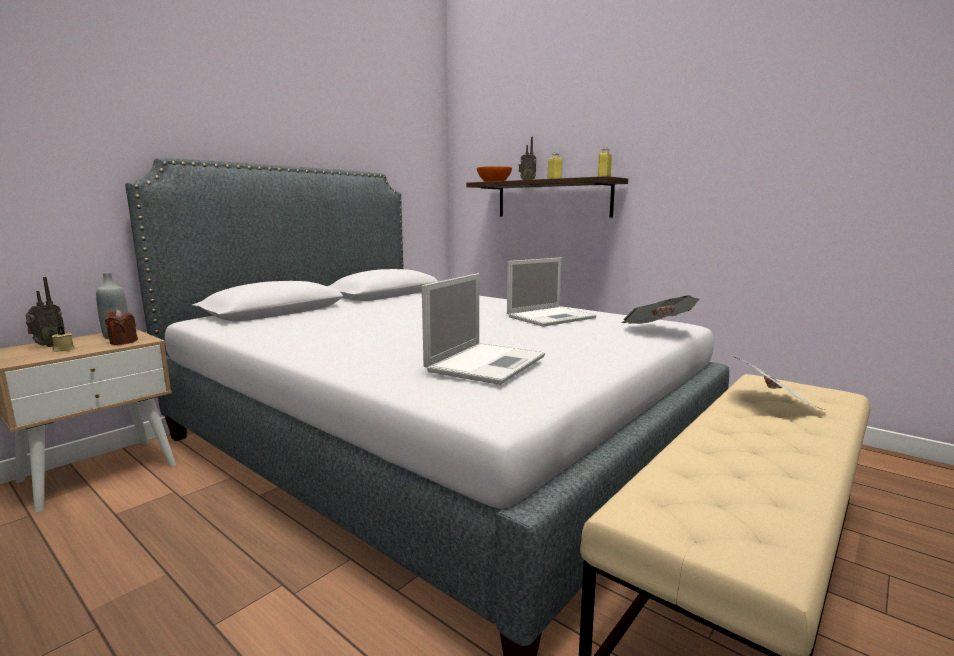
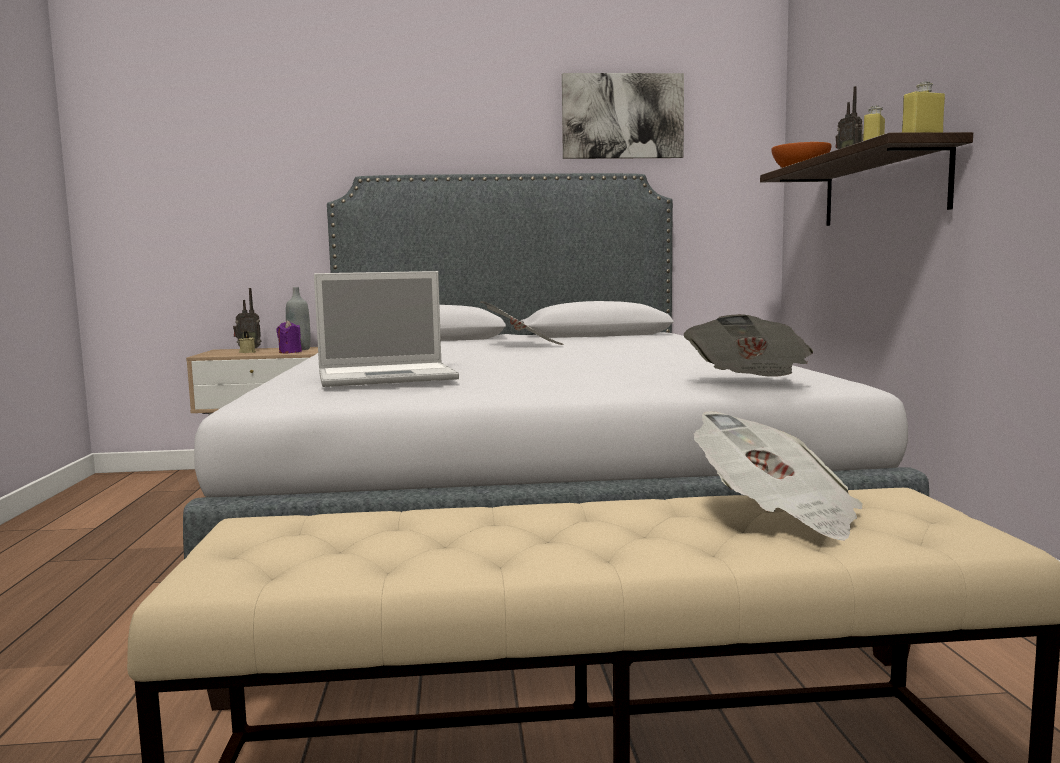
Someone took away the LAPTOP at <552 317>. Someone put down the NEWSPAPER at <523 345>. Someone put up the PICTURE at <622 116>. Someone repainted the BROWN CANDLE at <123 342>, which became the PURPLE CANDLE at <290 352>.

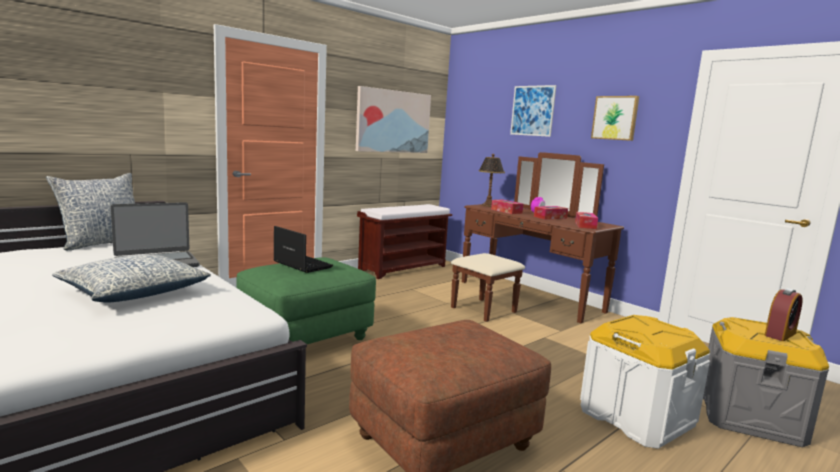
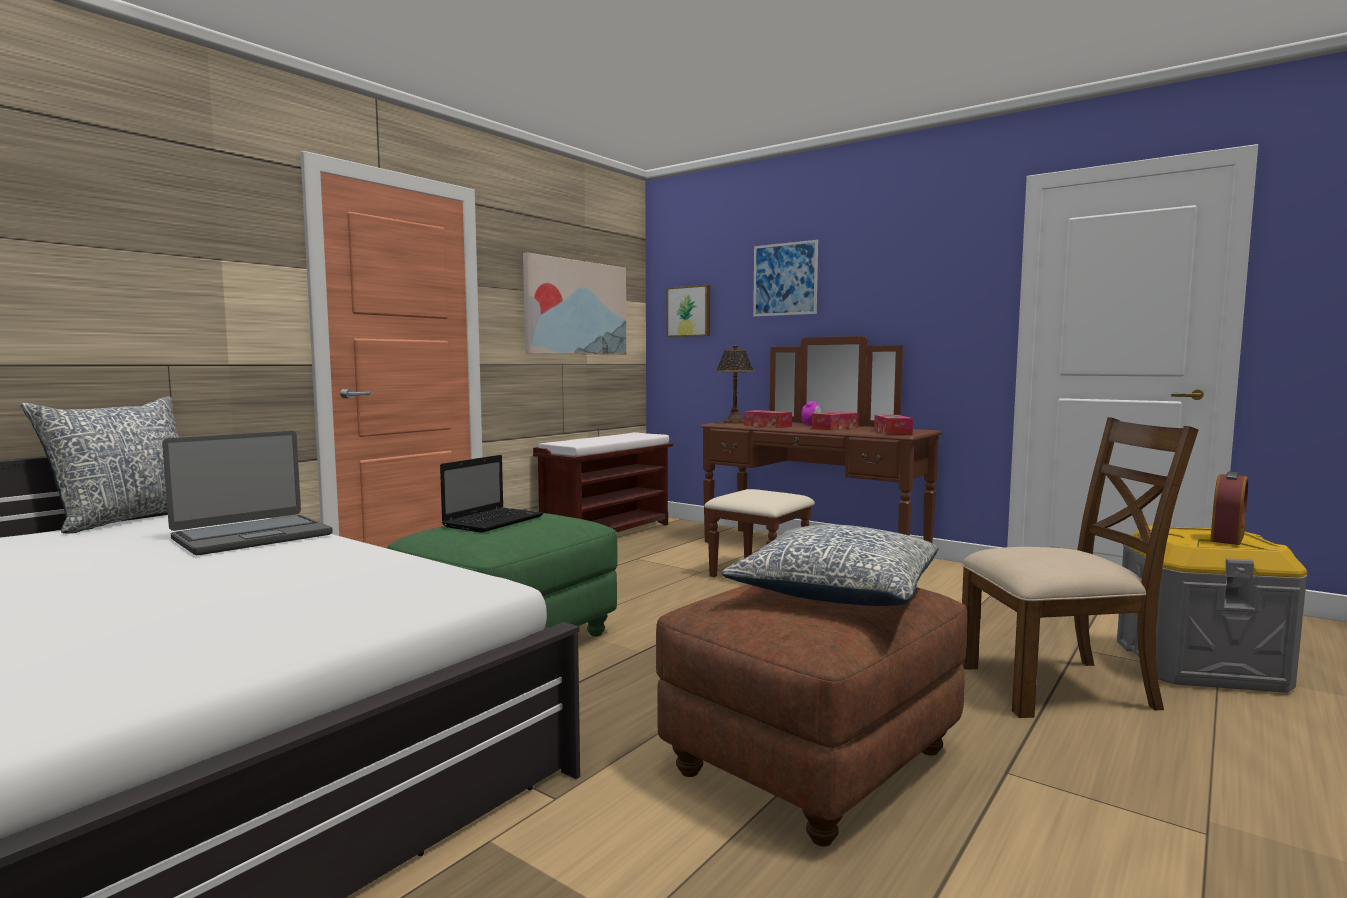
Someone carried the PILLOW from <135 292> to <837 591>. Someone carried the PICTURE from <615 118> to <689 311>. Someone swapped the WHITE STORAGE BOX at <636 417> for the BROWN CHAIR at <1058 686>. Someone rotated the LAPTOP at <301 264> by 90 degrees clockwise.

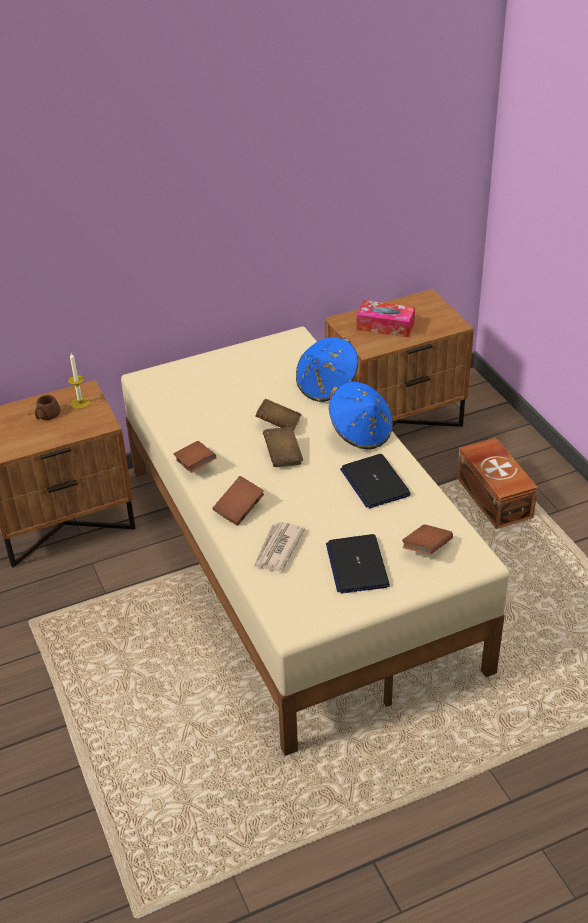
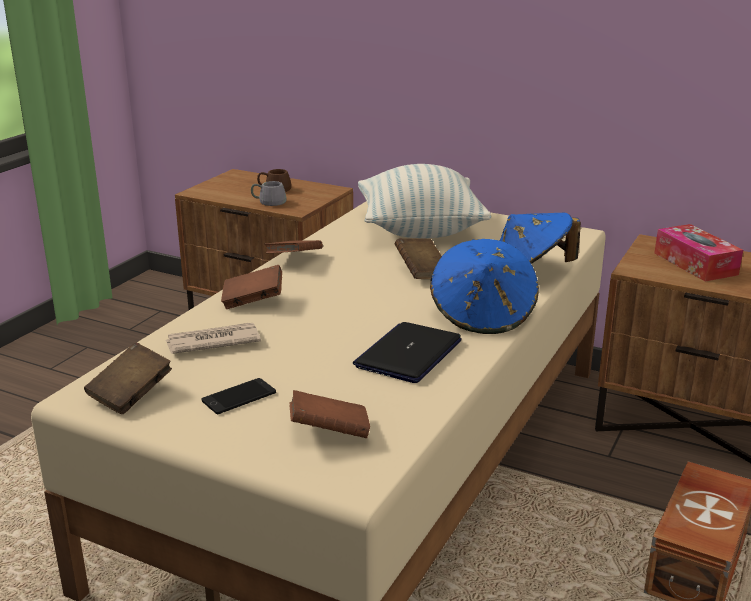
Someone took away the CANDLE at <80 403>. Someone put down the GREY MUG at <269 201>. Someone put down the PILLOW at <420 230>. Someone carried the BROWN BOOK from <283 456> to <131 395>. Someone swapped the LAPTOP at <357 565> for the PHONE at <239 397>.

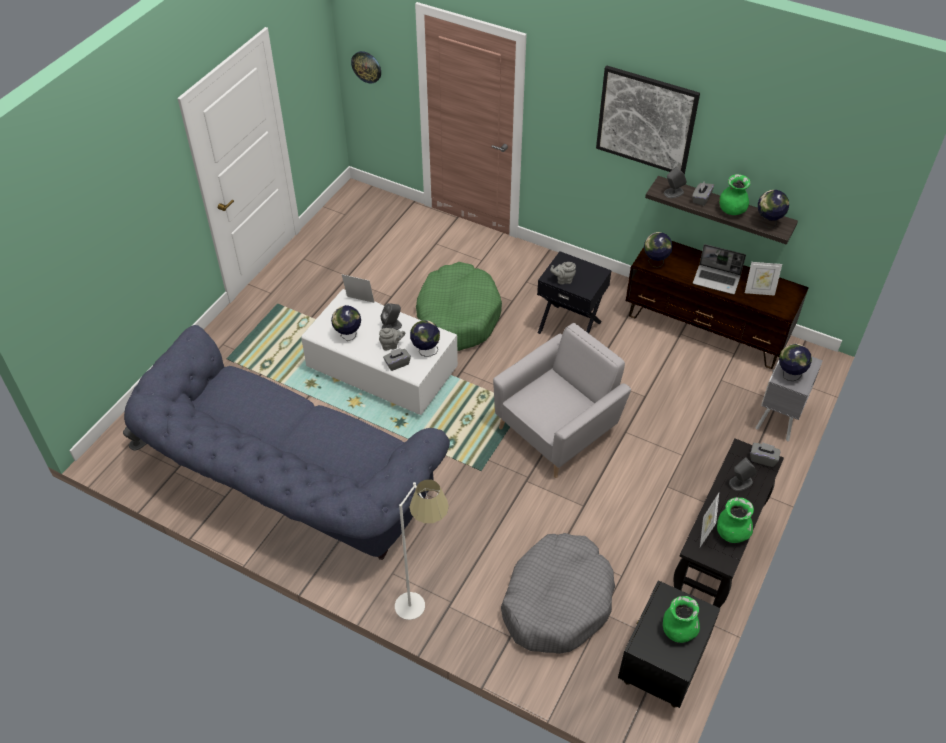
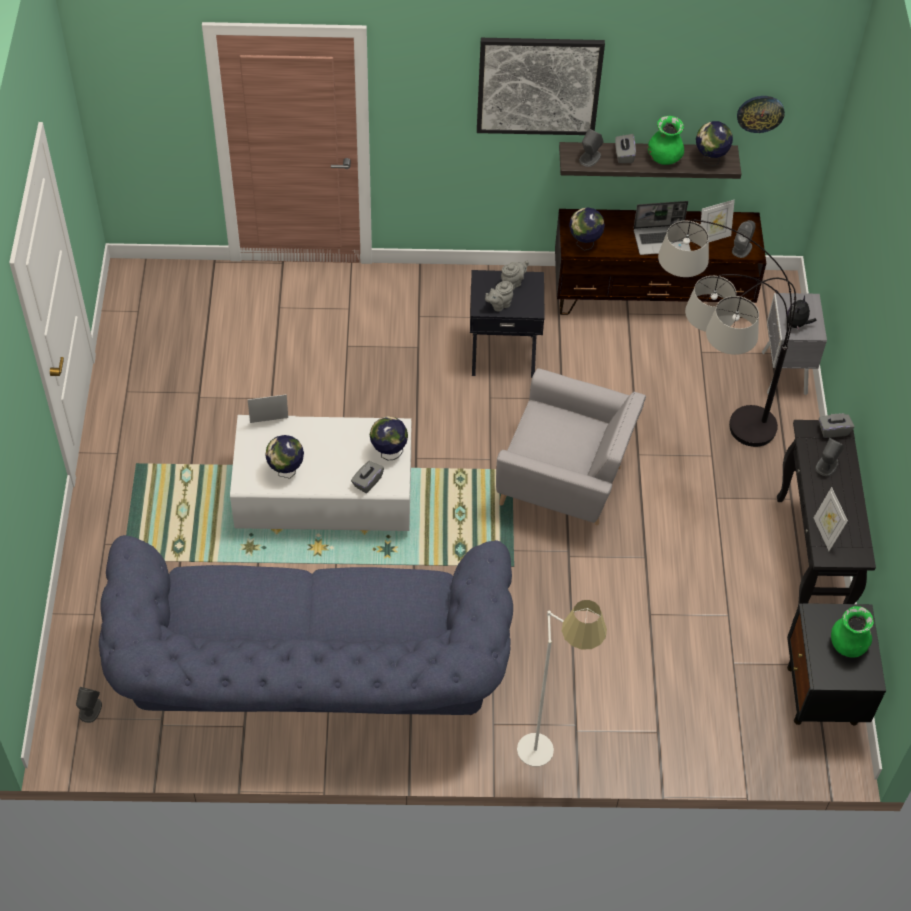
Someone took away the GREEN DOG BED at <457 316>. Someone took away the GREY DOG BED at <557 601>. Someone took away the GREEN VASE at <731 533>. Someone put down the FLOOR LAMP at <700 445>. Someone carried the WALL CLOCK from <366 66> to <760 113>. Someone carried the GREY TEAPOT from <391 345> to <513 283>. Someone carried the GREY SPEAKER from <392 326> to <742 248>. Someone swapped the GLOBE at <789 375> for the PLUSH TOY at <797 324>. Someone rotated the GREY ARMCHAIR at <558 429> by 90 degrees clockwise.

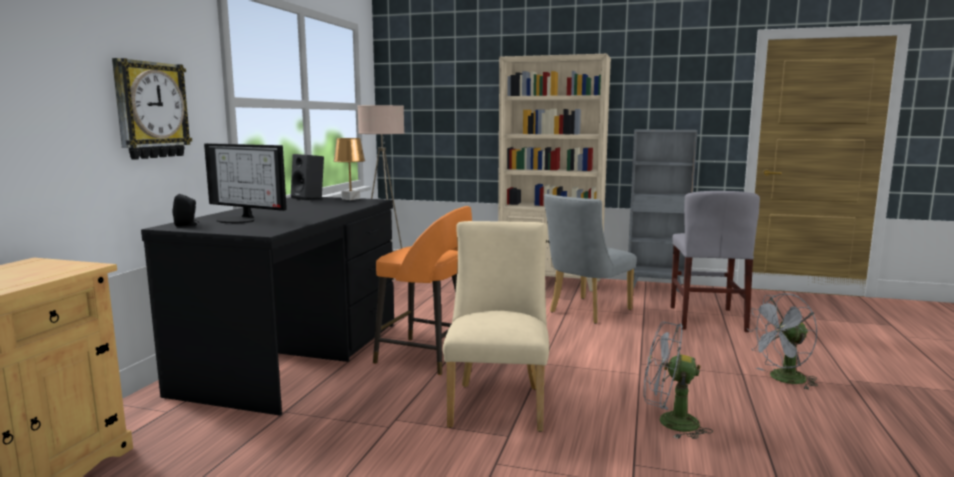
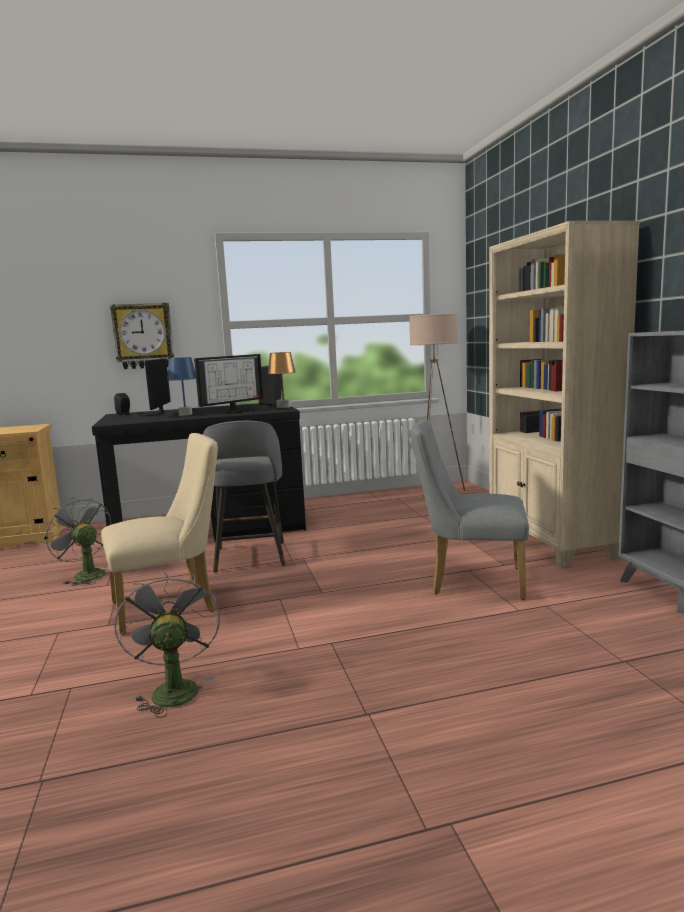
Someone took away the GREY CHAIR at <706 319>. Someone put down the BLUE TABLE LAMP at <185 414>. Someone put down the MONITOR at <238 411>. Someone carried the GREY FAN from <782 379> to <85 575>. Someone repainted the ORANGE STOOL at <427 356>, which became the GREY STOOL at <250 558>.

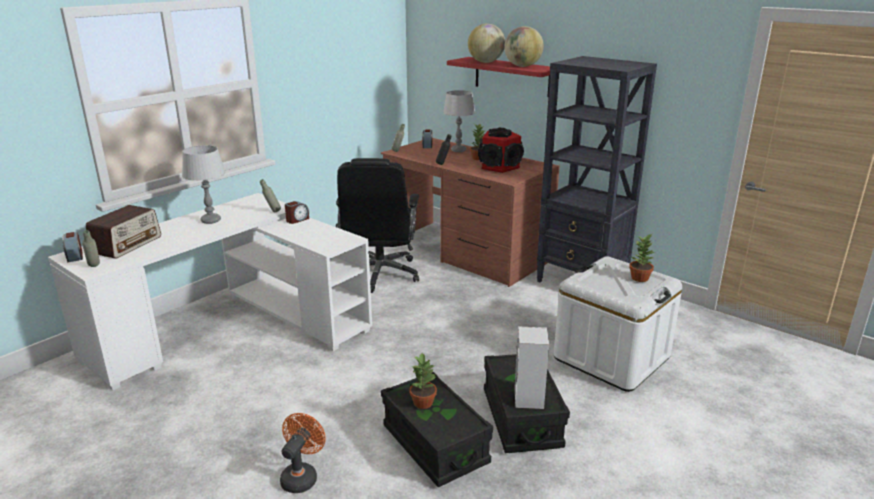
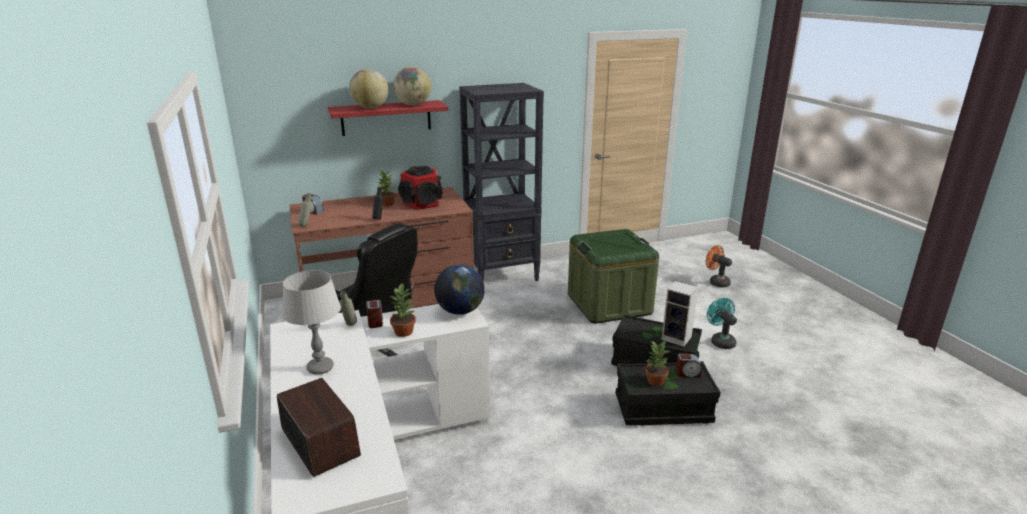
Someone took away the GREY BOTTLE at <94 267>. Someone took away the GREY TABLE LAMP at <458 150>. Someone put down the GLOBE at <460 311>. Someone put down the TURQUOISE FAN at <720 341>. Someone carried the ALARM CLOCK from <74 256> to <687 373>. Someone carried the ORANGE FAN from <301 476> to <716 282>. Someone carried the POTTED PLANT from <640 278> to <404 332>. Someone repainted the WHITE STORAGE BOX at <611 357>, which became the GREEN STORAGE BOX at <609 304>.

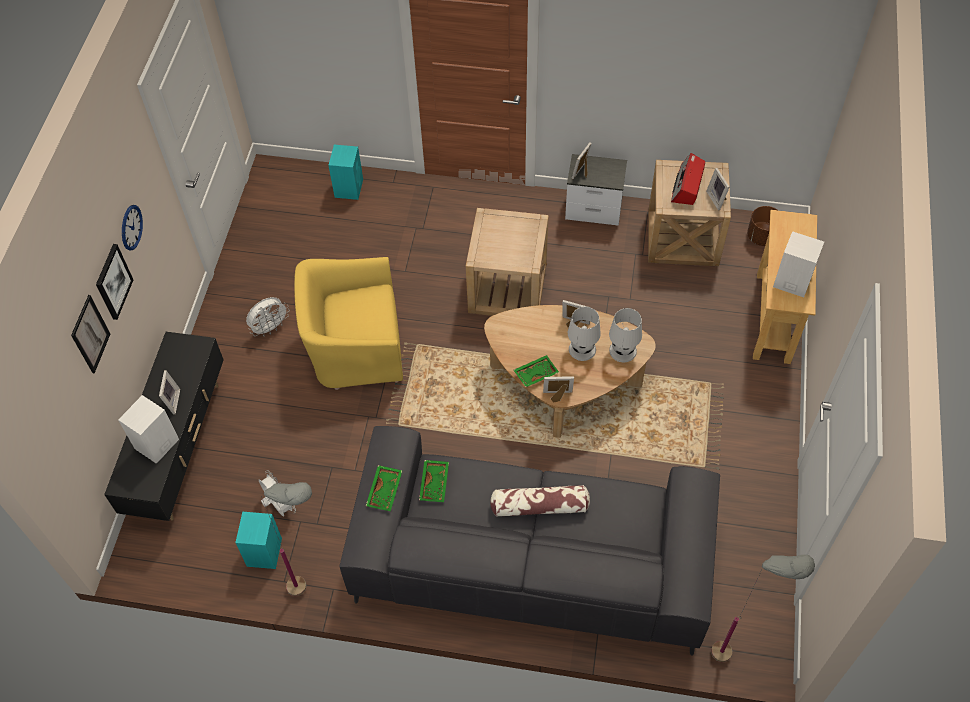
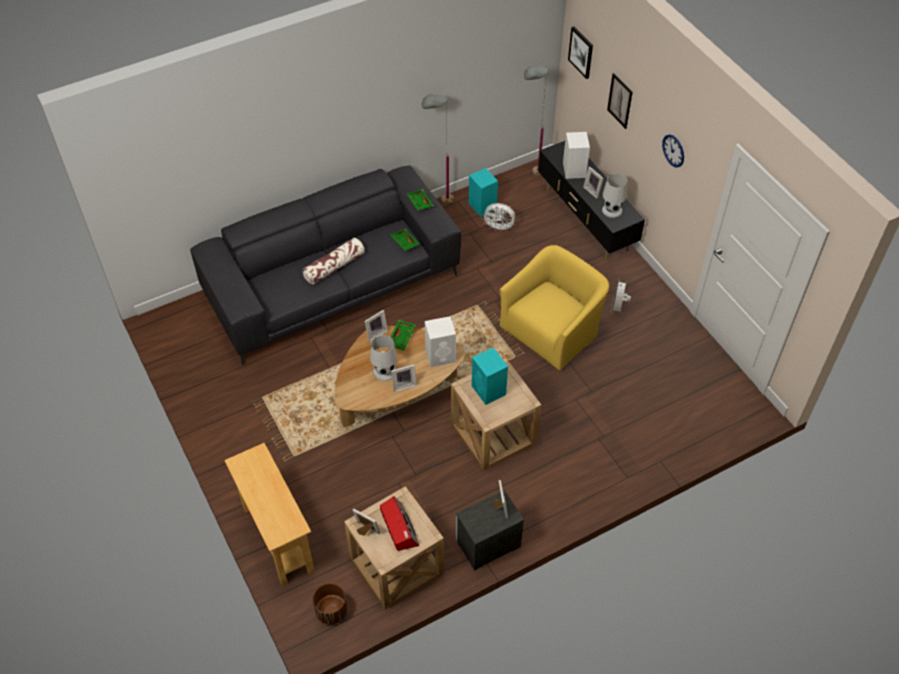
Someone carried the PICTURE from <113 281> to <581 52>. Someone carried the TURQUOISE SPEAKER from <349 187> to <489 391>. Someone carried the WHITE TABLE LAMP from <623 350> to <612 210>. Someone carried the GREY FLOOR LAMP from <738 652> to <530 179>. Someone carried the WHITE SPEAKER from <791 281> to <441 355>.

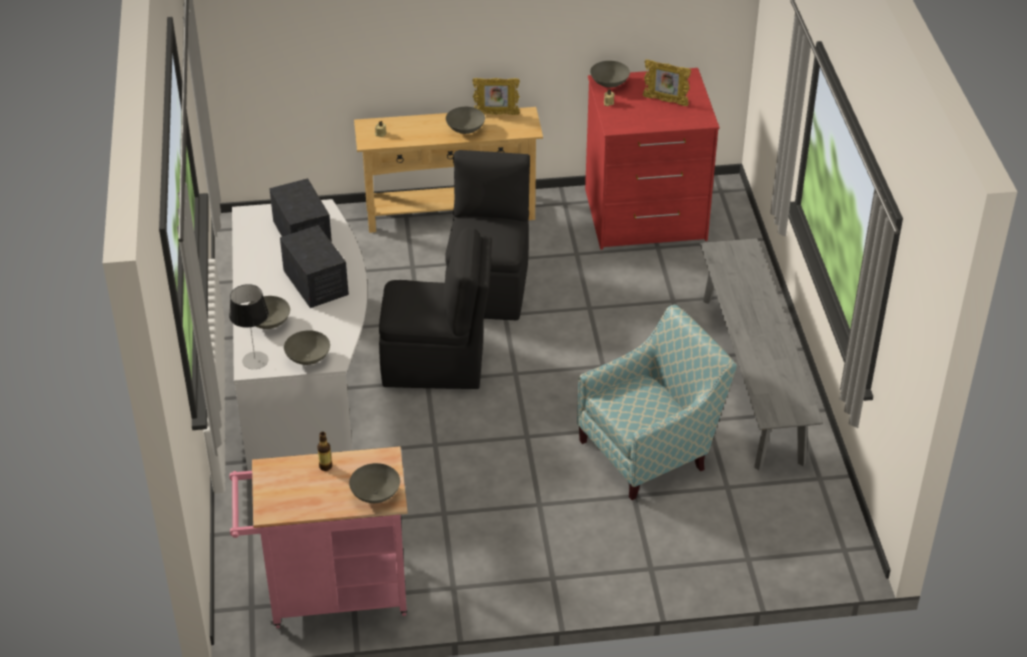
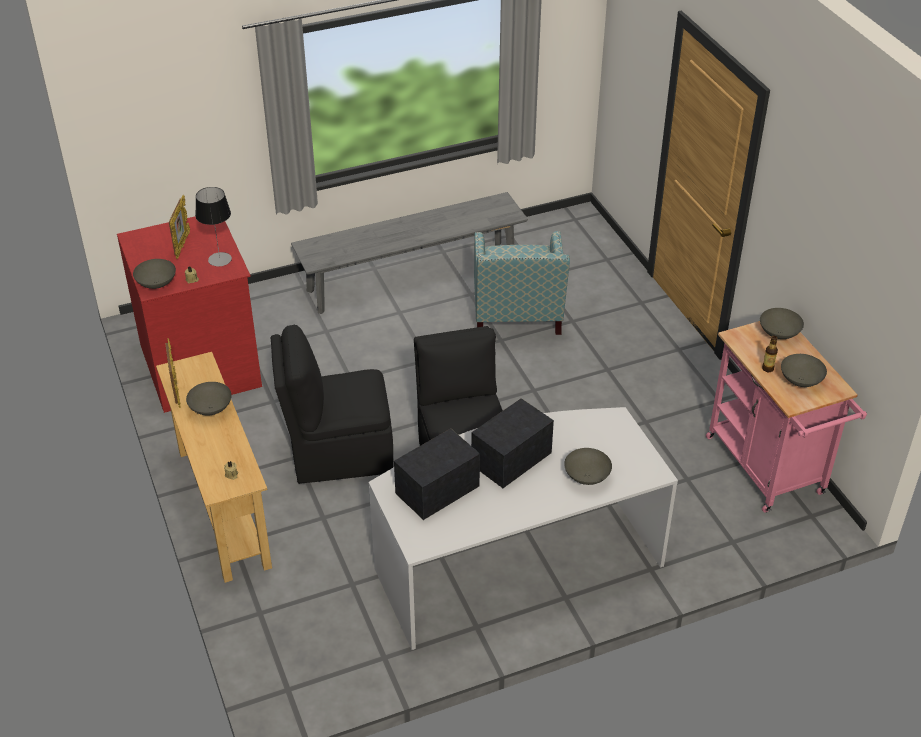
Someone carried the TABLE LAMP from <255 360> to <220 259>. Someone carried the GREY BOWL from <308 358> to <800 380>. Someone rotated the ARMCHAIR at <651 449> by 135 degrees counterclockwise.

